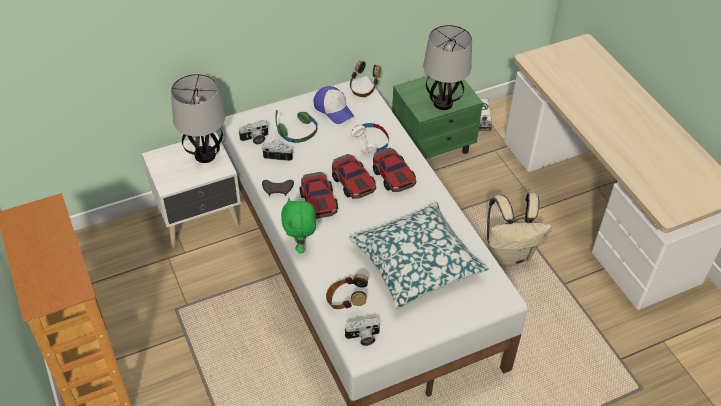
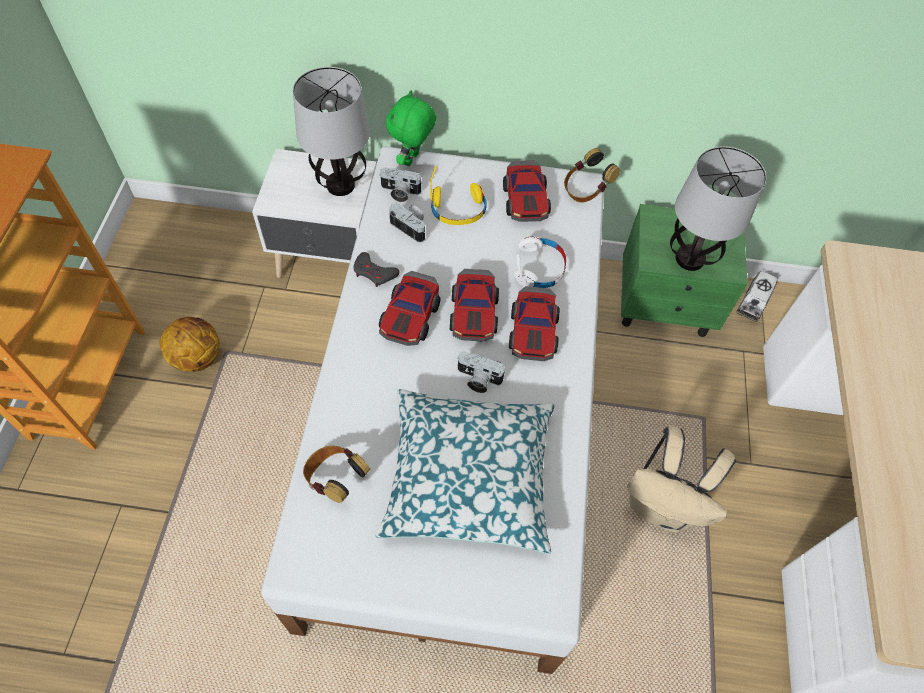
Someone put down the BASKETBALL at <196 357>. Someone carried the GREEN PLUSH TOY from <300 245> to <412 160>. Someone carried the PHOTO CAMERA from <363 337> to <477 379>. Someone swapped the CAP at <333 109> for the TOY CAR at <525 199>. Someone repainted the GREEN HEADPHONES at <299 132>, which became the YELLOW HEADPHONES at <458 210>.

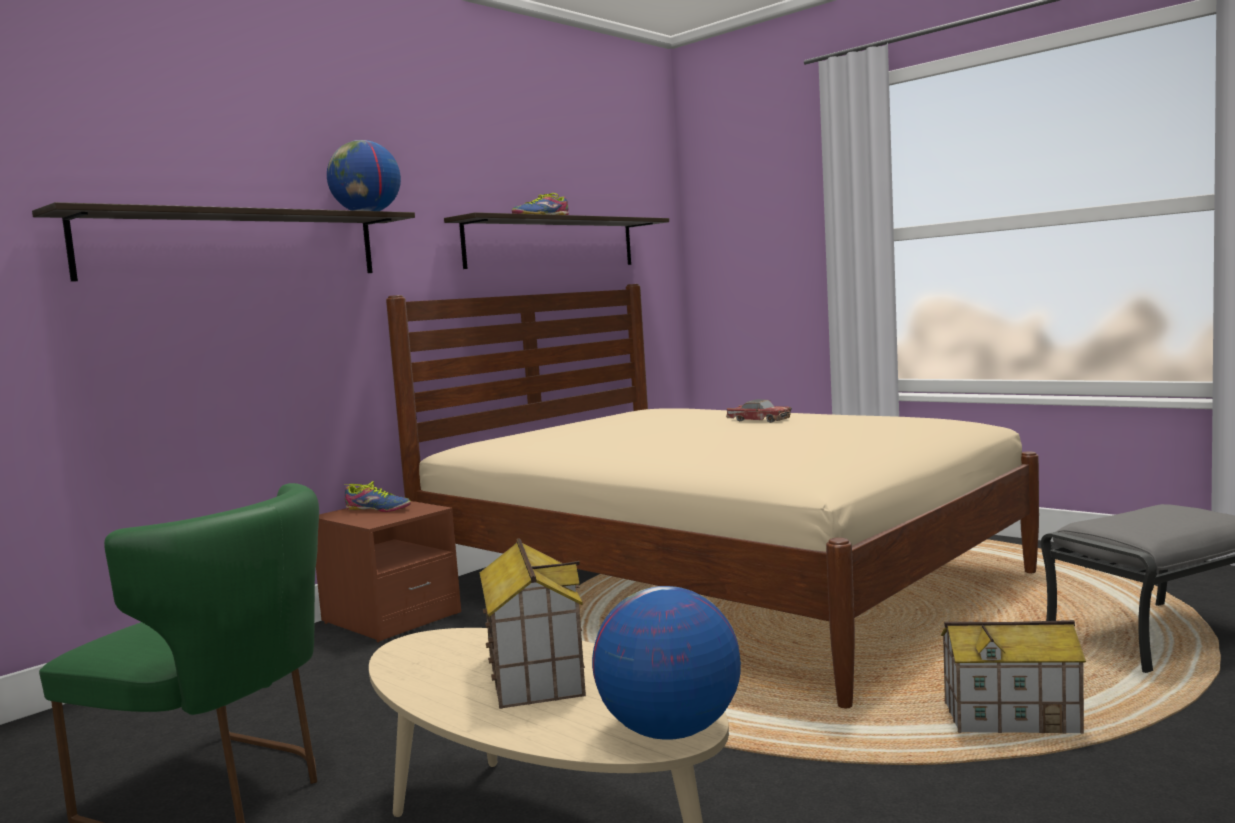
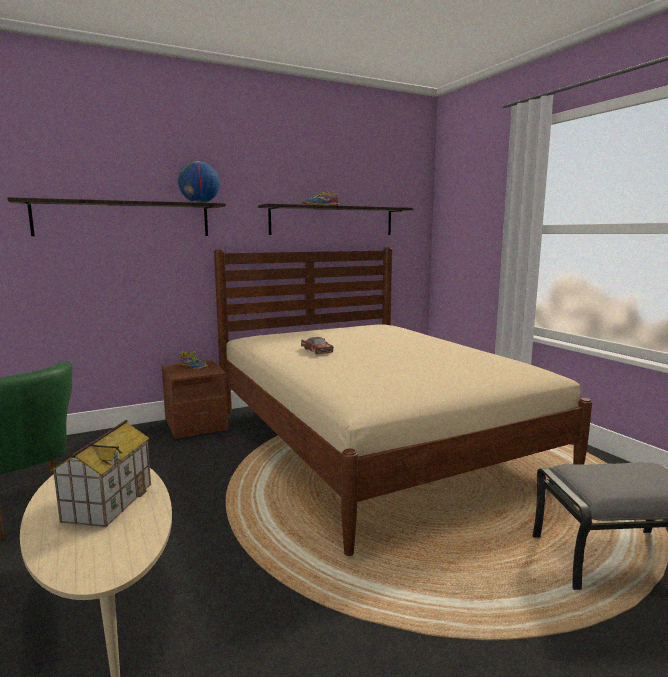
Someone took away the GLOBE at <669 731>. Someone took away the TOY HOUSE at <1012 719>. Someone carried the TOY CAR from <759 420> to <316 350>.

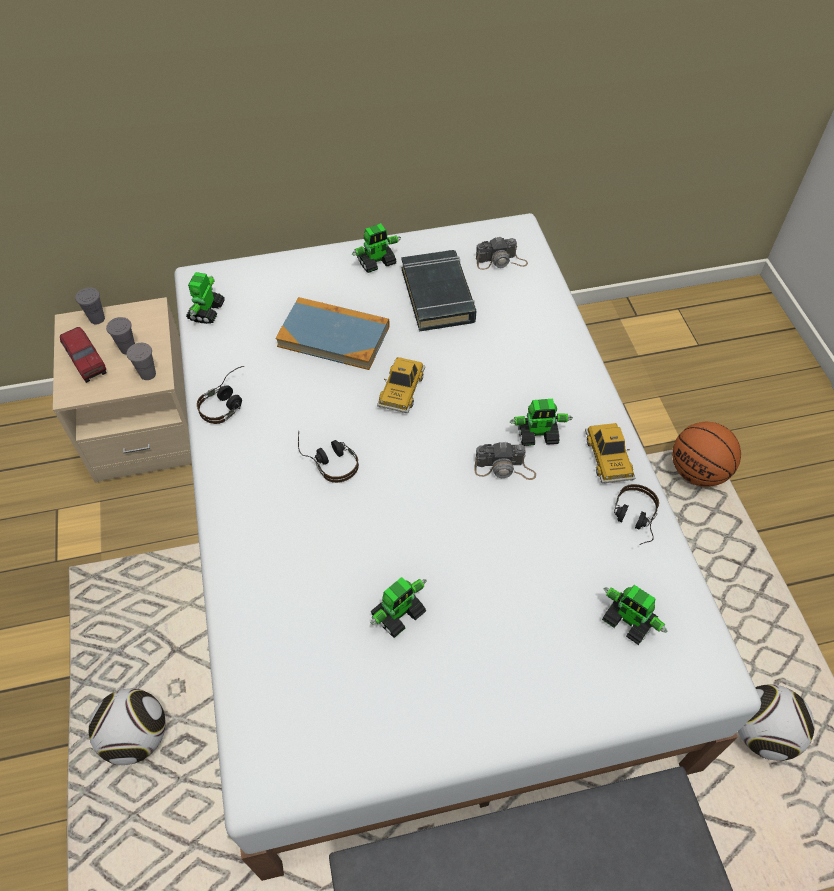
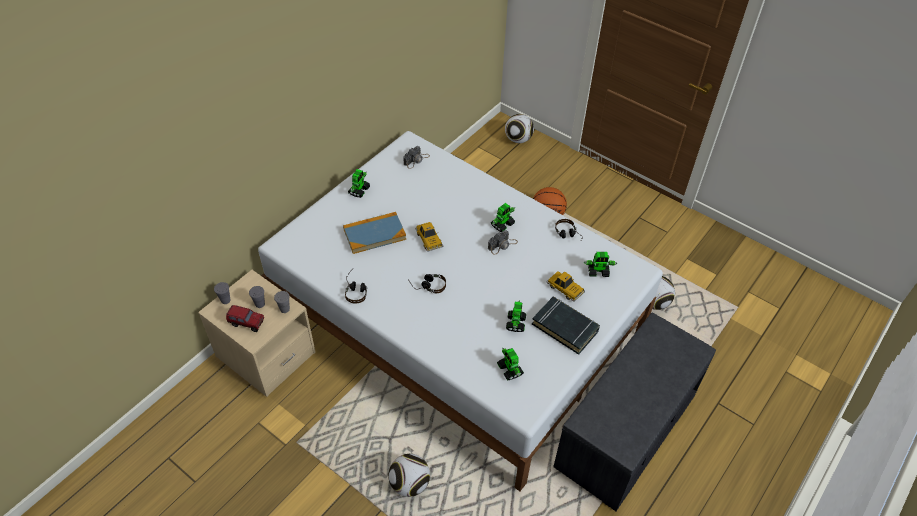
Someone put down the FOOTBALL at <518 139>. Someone carried the TOY ROBOT from <206 311> to <510 370>. Someone carried the BLACK BOOK from <438 295> to <565 327>. Someone carried the TOY CAR from <608 457> to <565 288>.

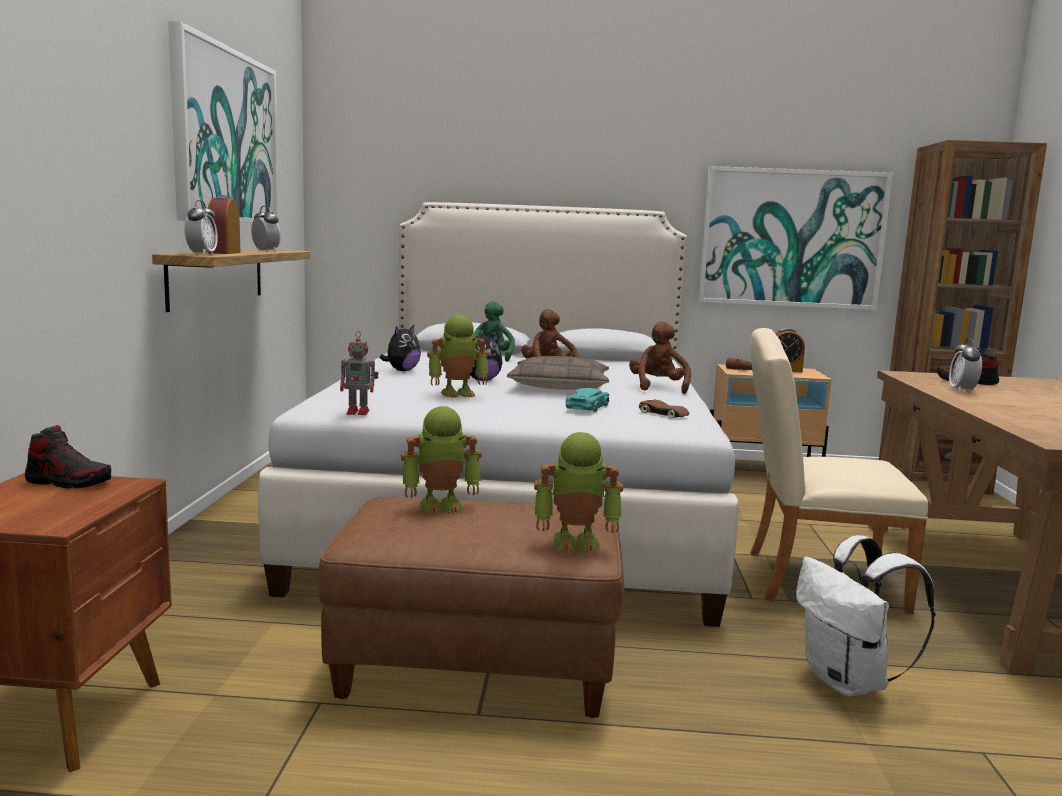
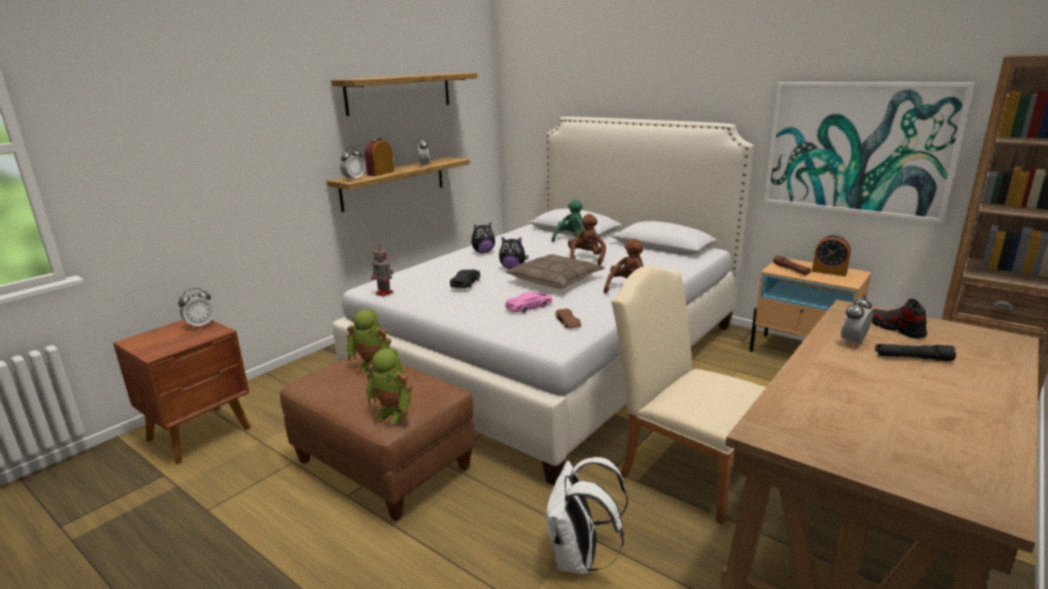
Someone put down the BLACK FLASHLIGHT at <912 358>. Someone swapped the SHOE at <69 482> for the ALARM CLOCK at <200 325>. Someone swapped the PICTURE at <226 137> for the SHELF at <399 93>. Someone swapped the TOY ROBOT at <458 393> for the BLACK TOY CAR at <466 282>. Someone repainted the TURQUOISE TOY CAR at <588 407>, which became the PINK TOY CAR at <529 306>.

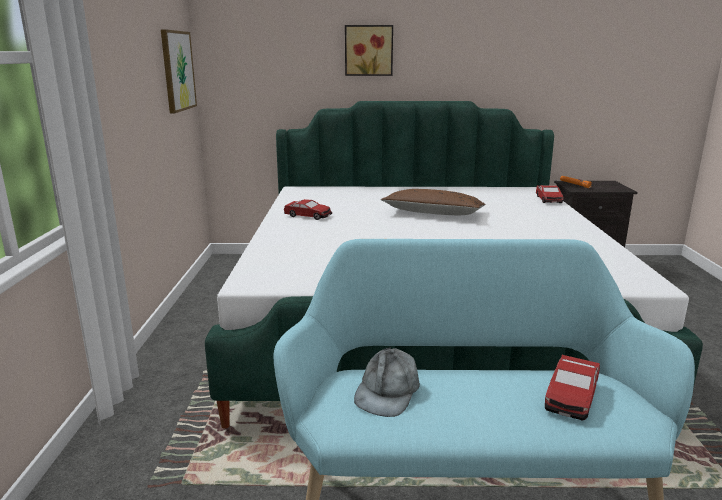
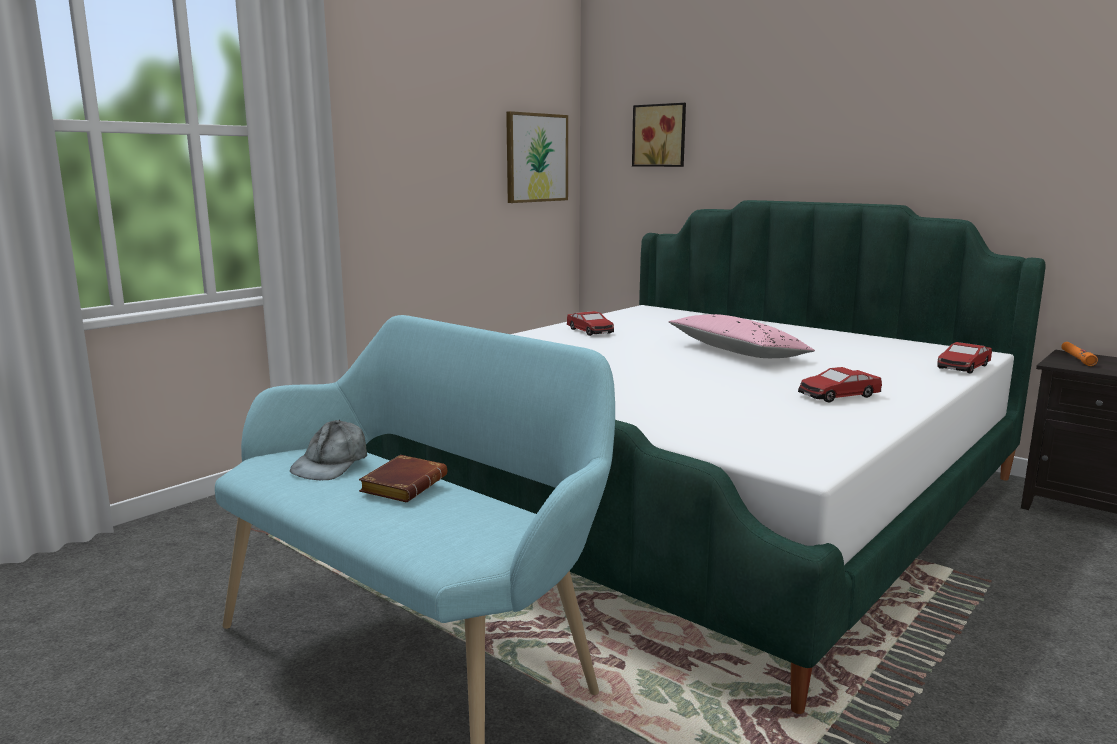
Someone put down the BROWN BOOK at <403 485>. Someone carried the PICTURE from <368 50> to <660 135>. Someone carried the TOY CAR from <571 396> to <838 395>. Someone repainted the BROWN PILLOW at <433 213>, which became the PINK PILLOW at <737 352>. Someone rotated the GREY CAP at <387 391> by 45 degrees counterclockwise.

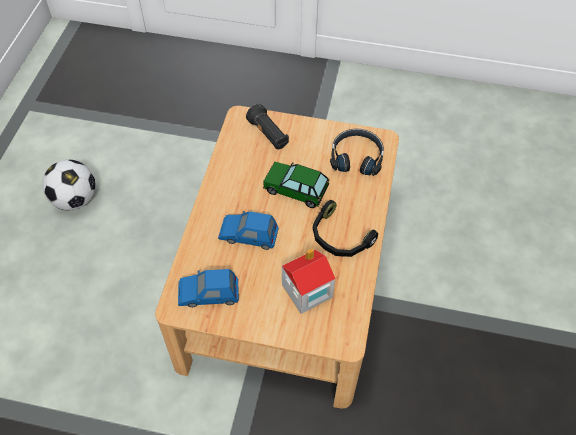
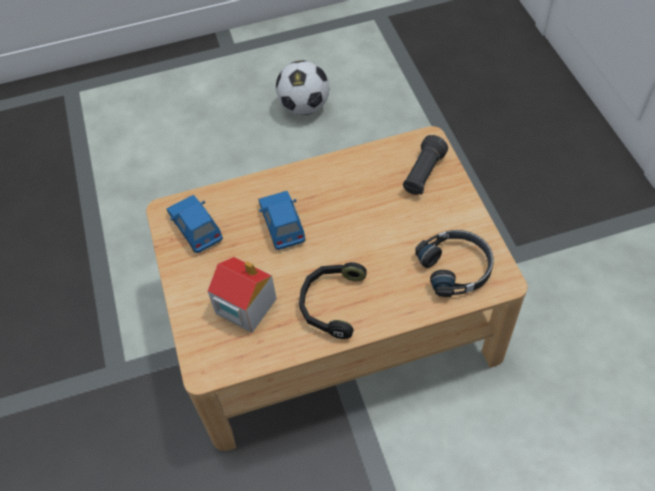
Someone took away the TOY CAR at <296 189>.

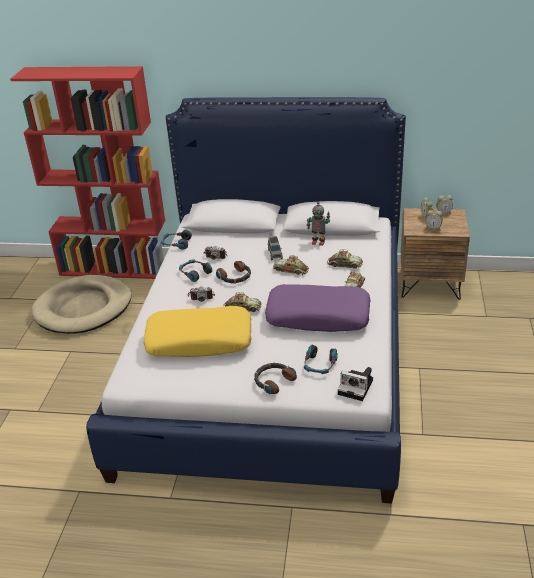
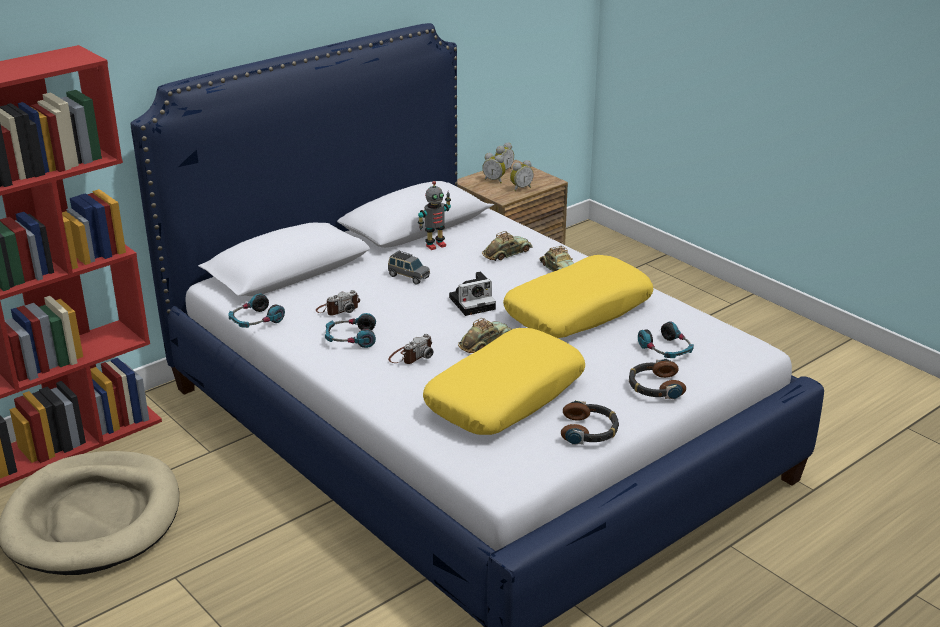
Someone took away the TOY CAR at <291 270>. Someone carried the HEADPHONES from <235 277> to <589 430>. Someone carried the PHOTO CAMERA from <357 387> to <473 302>. Someone repainted the PURPLE PILLOW at <318 316>, which became the YELLOW PILLOW at <578 310>.

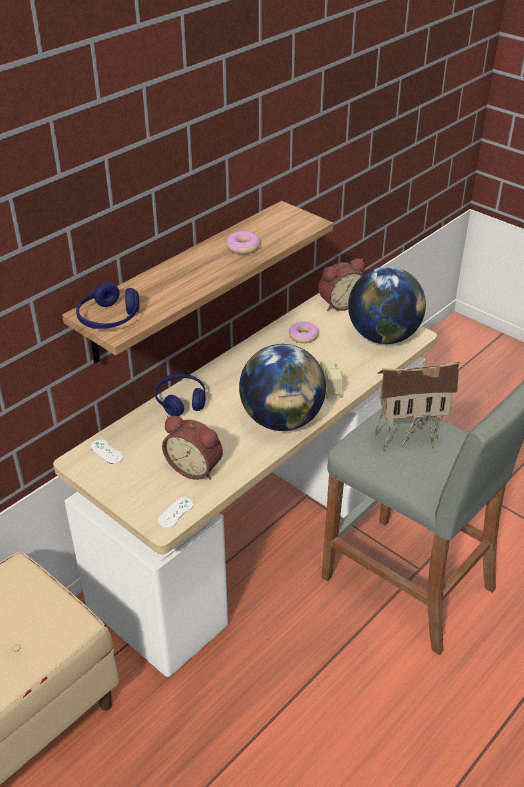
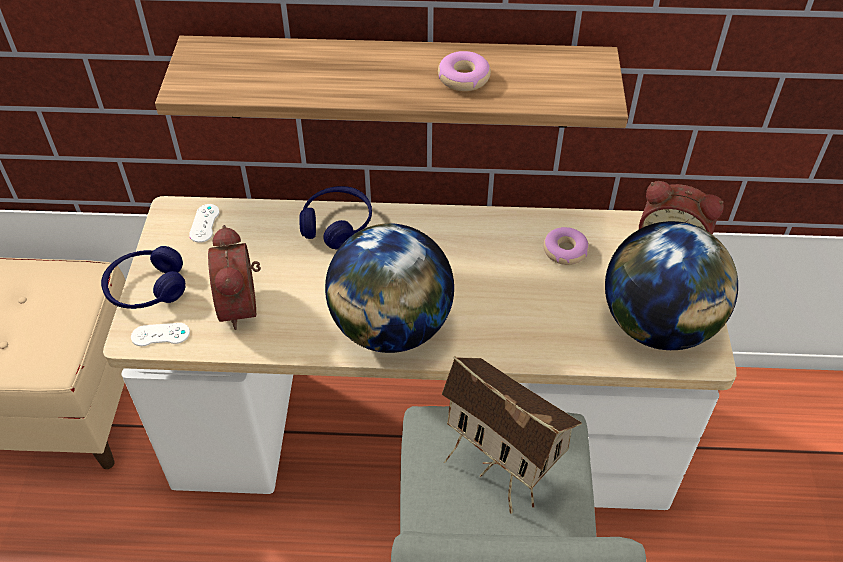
Someone took away the BEIGE TOY CAR at <328 385>. Someone carried the BLUE HEADPHONES from <109 318> to <146 288>.

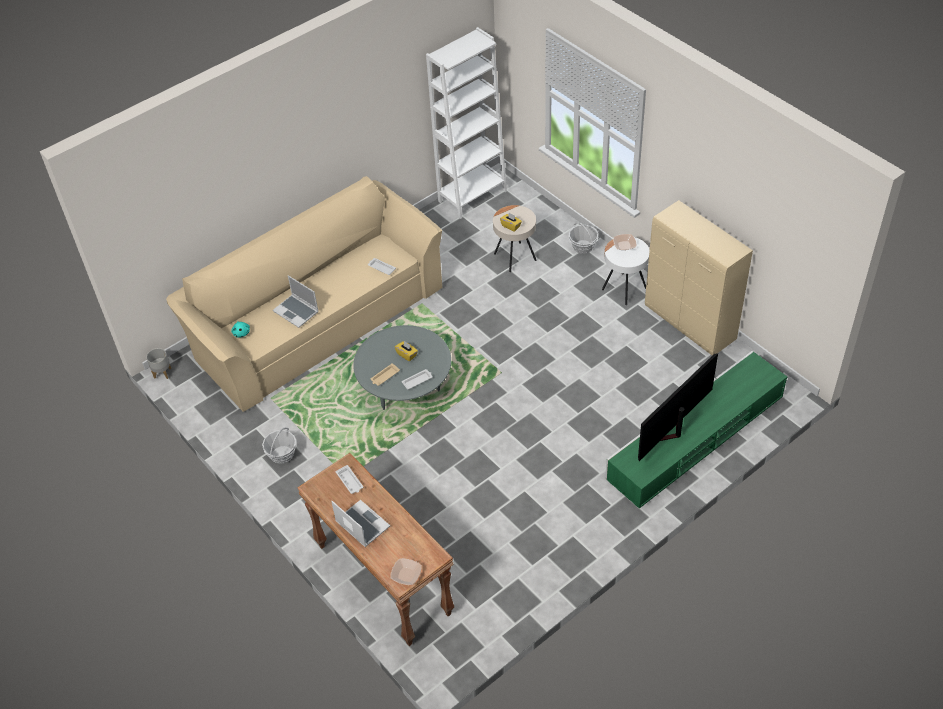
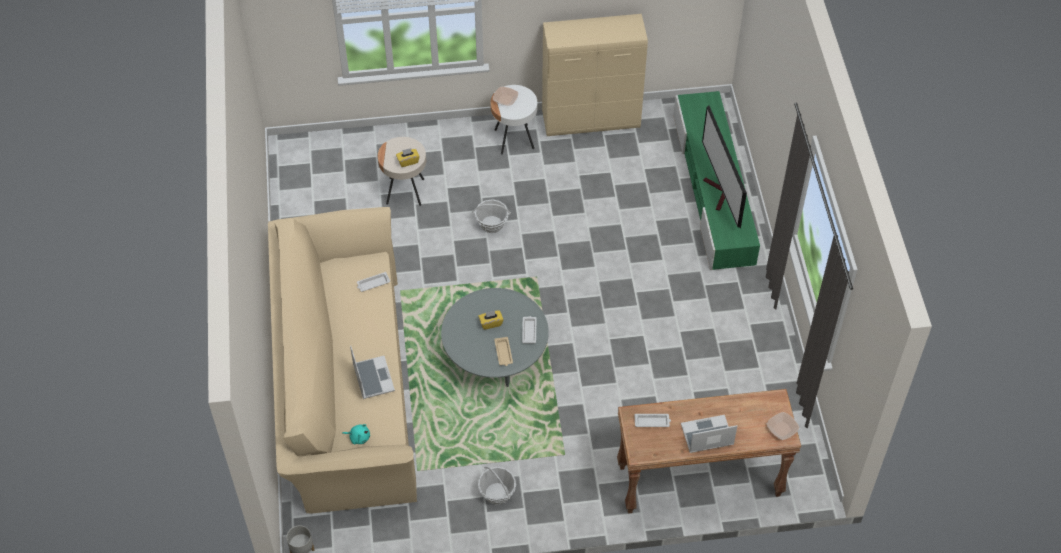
Someone took away the WHITE BOOKCASE at <472 196>. Someone carried the BASKET from <583 247> to <491 224>. Someone rotated the LAPTOP at <297 312> by 90 degrees counterclockwise.

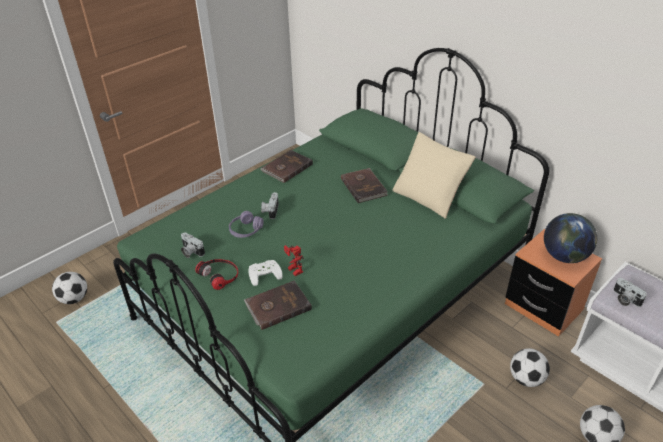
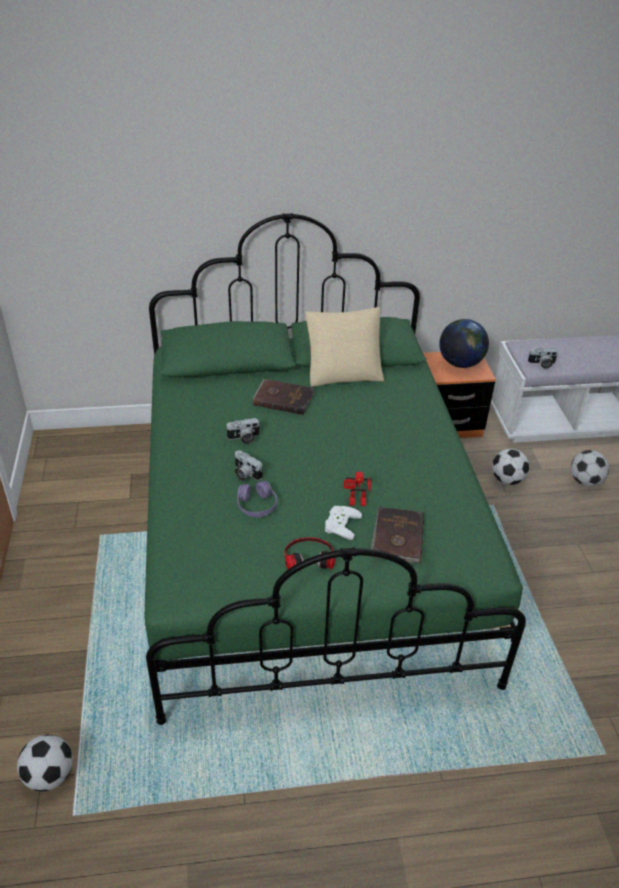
Someone took away the BROWN BOOK at <286 168>. Someone carried the PHOTO CAMERA from <191 252> to <244 438>.

